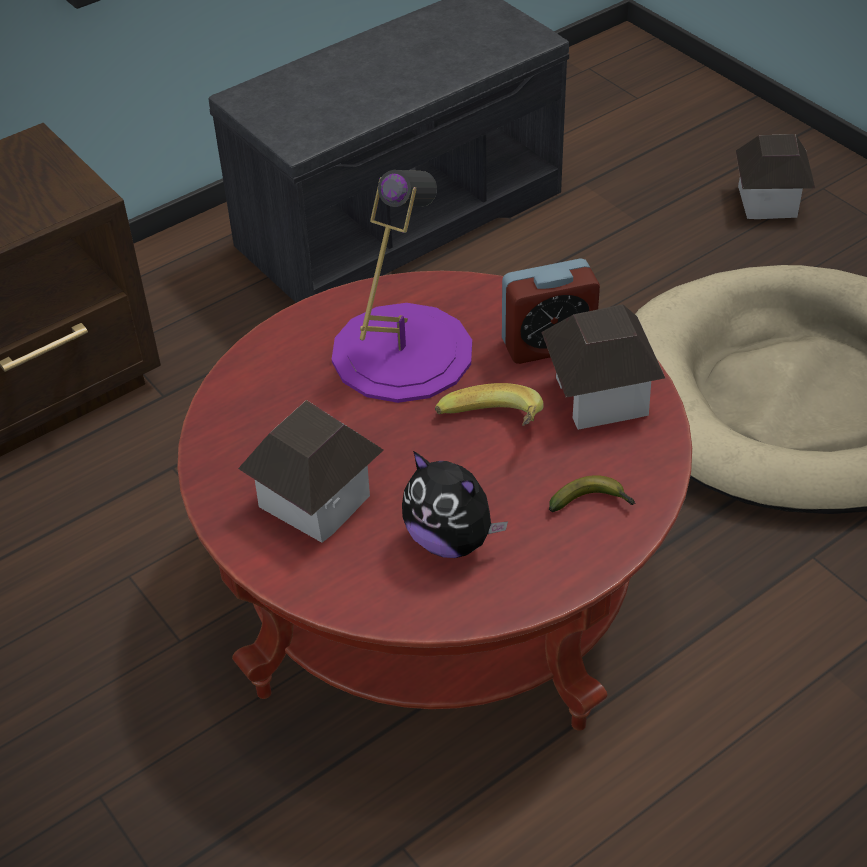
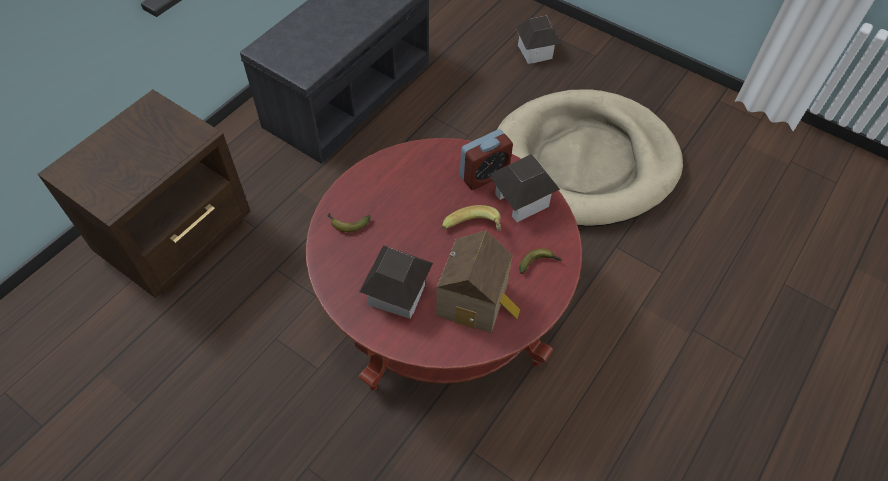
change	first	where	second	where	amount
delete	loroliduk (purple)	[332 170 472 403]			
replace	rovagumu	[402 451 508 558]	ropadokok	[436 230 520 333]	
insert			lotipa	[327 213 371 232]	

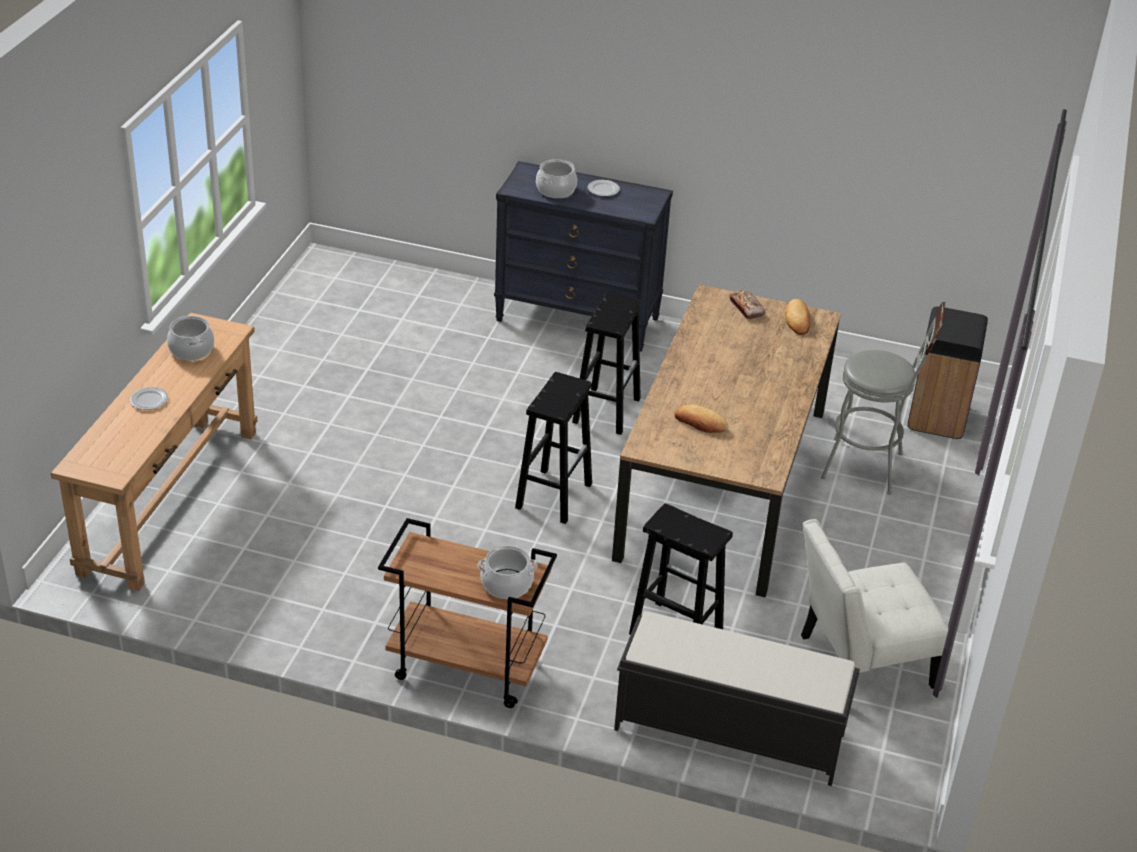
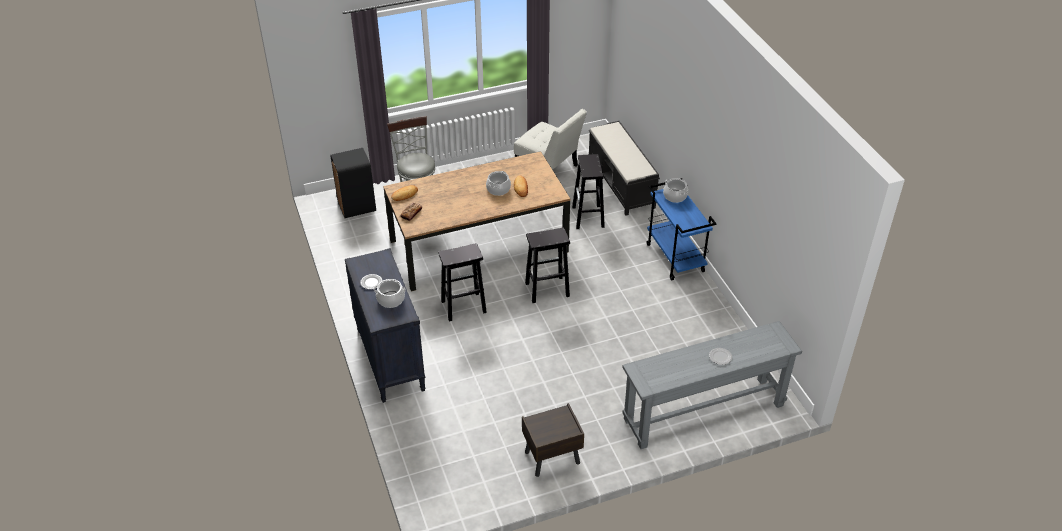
change	first	where	second	where	amount
recolor	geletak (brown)	[51 313 257 591]	geletak (grey)	[622 321 802 449]	
move	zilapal	[167 316 214 361]		[486 171 511 196]	
recolor	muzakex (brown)	[378 518 557 708]	muzakex (blue)	[647 178 716 280]	
insert			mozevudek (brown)	[522 403 584 477]	

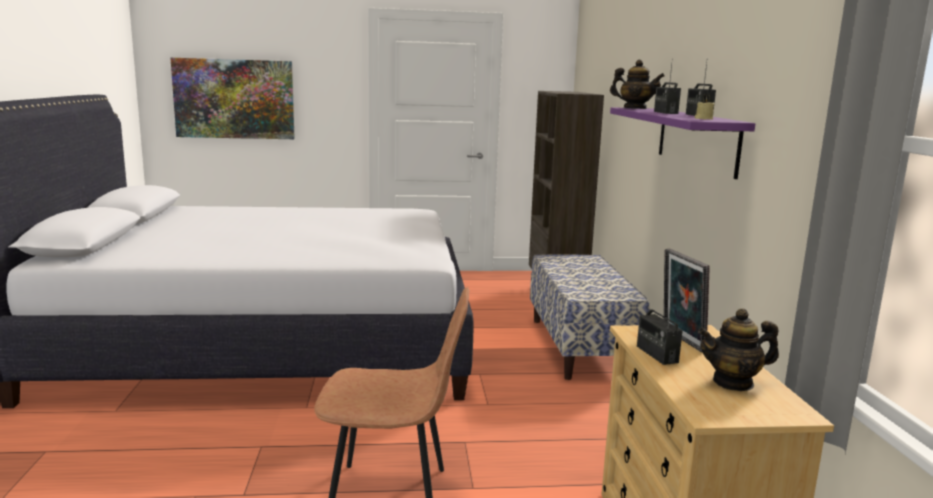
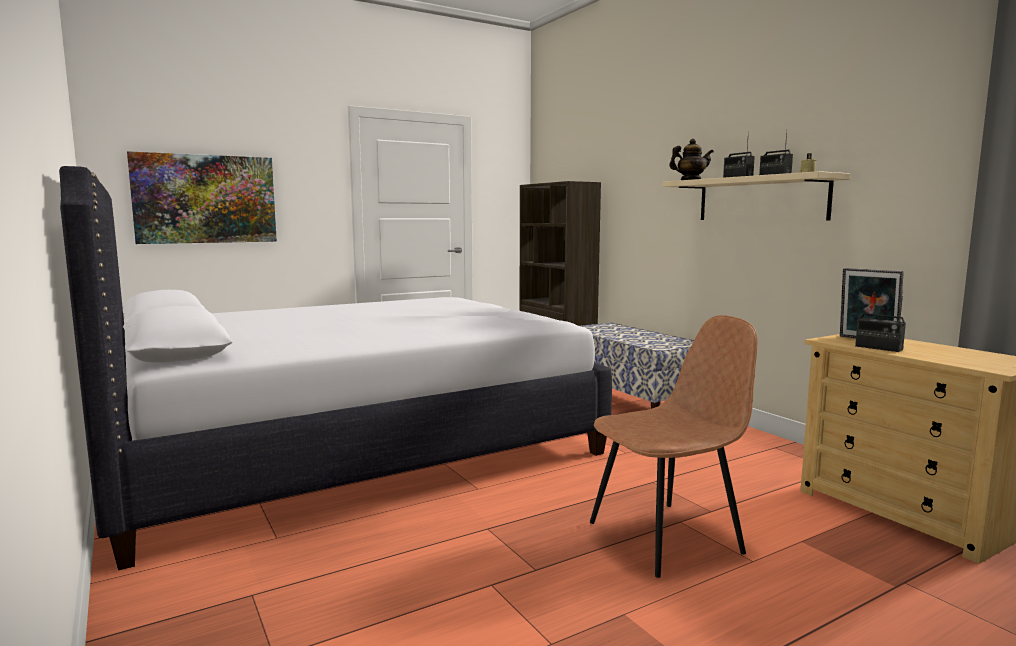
change	first	where	second	where	amount
recolor	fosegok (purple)	[610 107 755 179]	fosegok (beige)	[662 171 851 221]	
delete	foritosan	[698 308 779 391]			

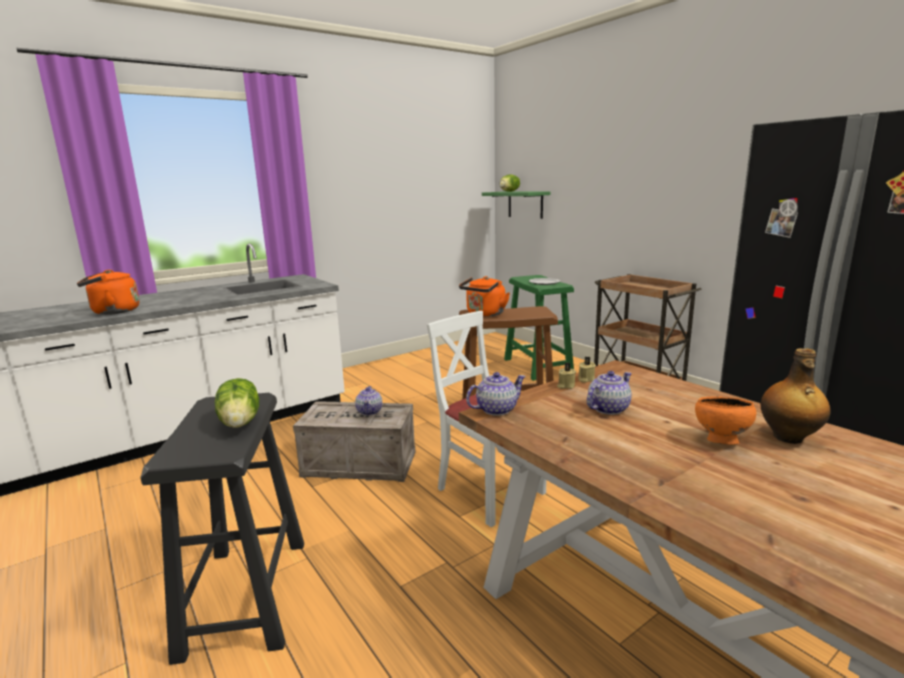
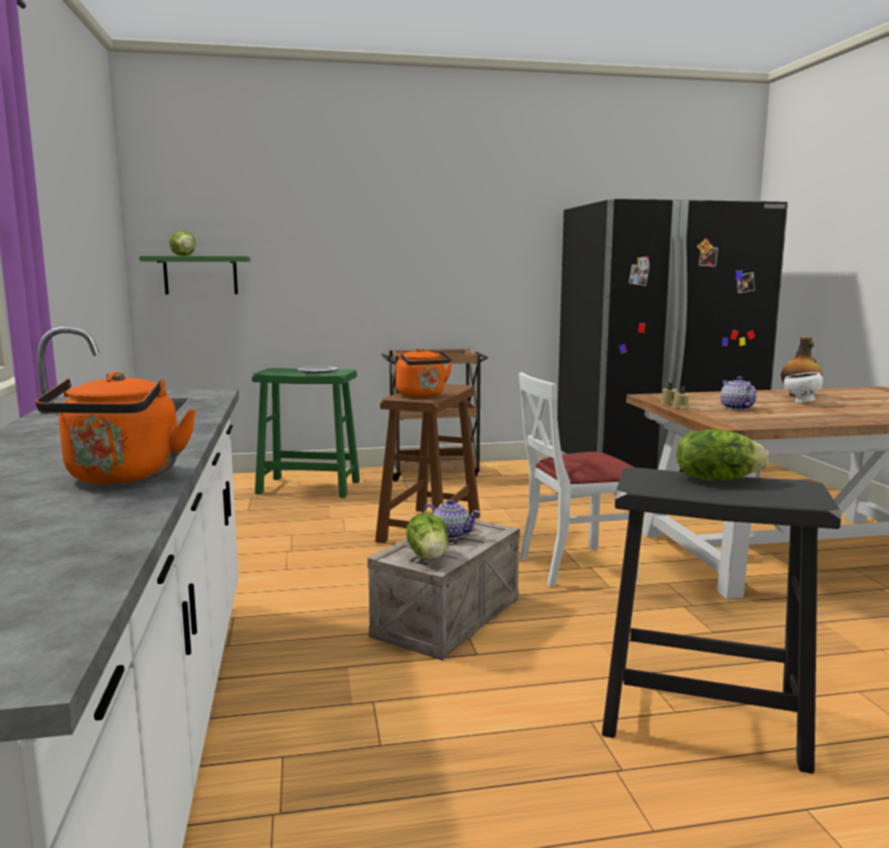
change	first	where	second	where	amount
delete	foritosan	[466 372 526 416]			
recolor	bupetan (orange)	[695 397 756 445]	bupetan (white)	[784 372 823 403]	
insert			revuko	[406 513 448 559]	

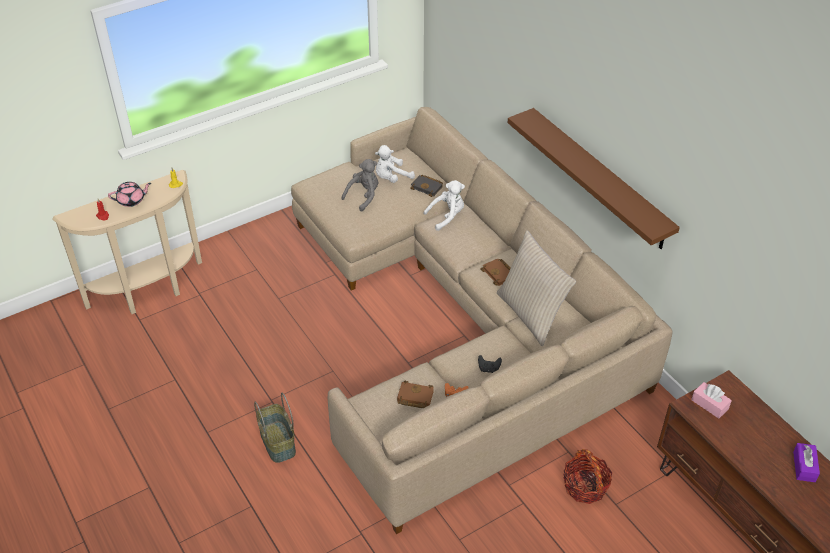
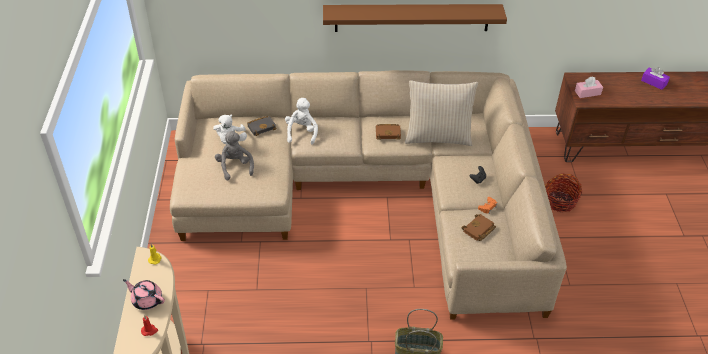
change	first	where	second	where	amount
rotate	foritosan (pink)	[108 182 151 207]		[123 279 165 310]	75 degrees counterclockwise

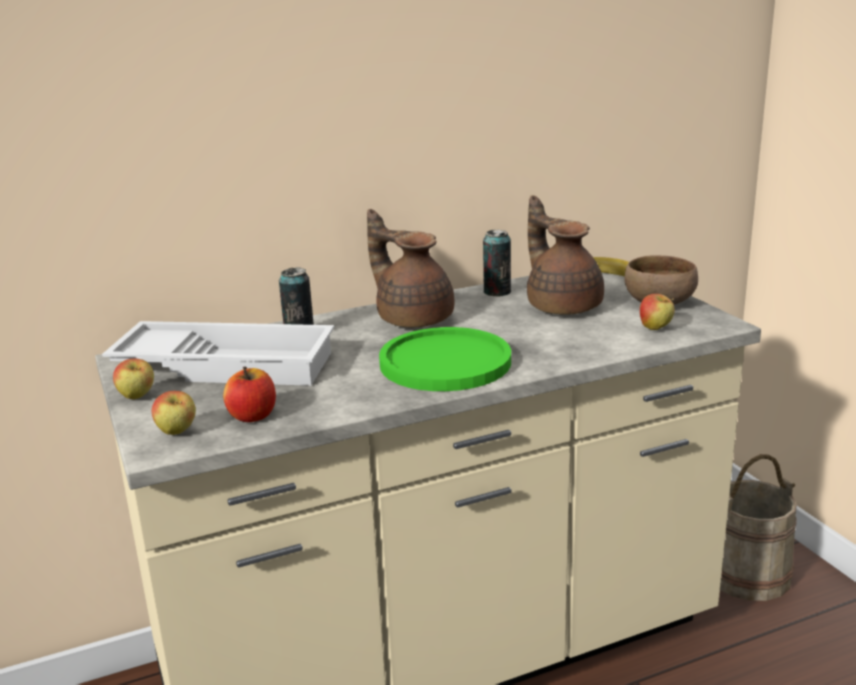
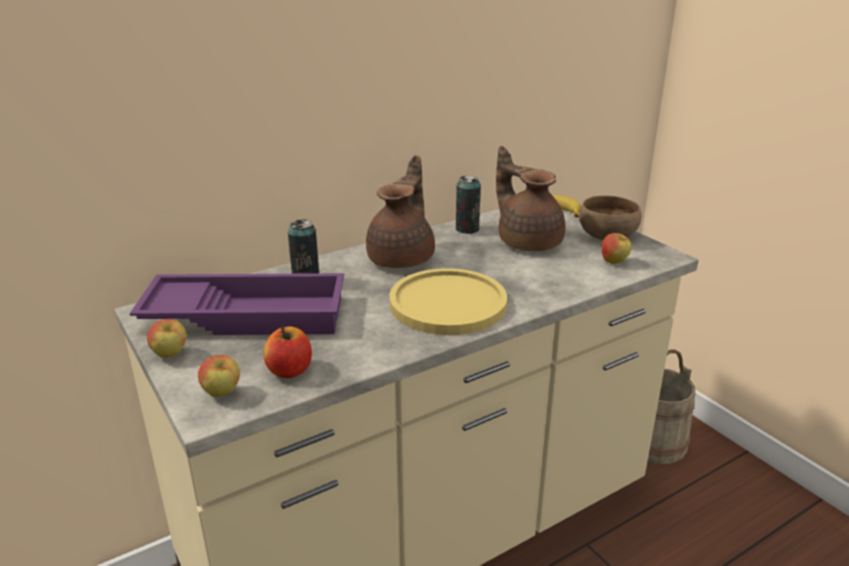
change	first	where	second	where	amount
rotate	foritosan (brown)	[367 209 455 327]		[366 155 435 268]	75 degrees clockwise
recolor	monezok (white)	[102 321 334 386]	monezok (purple)	[130 273 344 335]	
recolor	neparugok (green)	[379 327 511 391]	neparugok (yellow)	[390 268 507 335]	

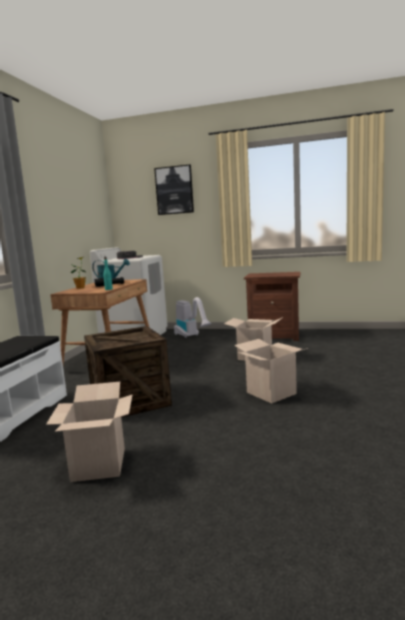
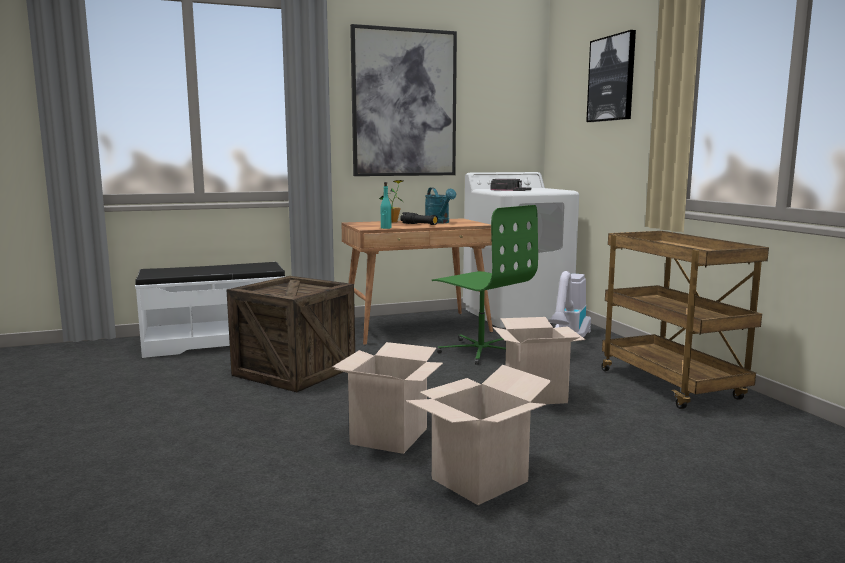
change	first	where	second	where	amount
replace	mozevudek (brown)	[244 272 301 341]	muzakex (brown)	[601 231 769 409]	
move	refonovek	[46 382 132 482]		[405 365 552 505]	
insert			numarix	[350 24 457 176]	
insert			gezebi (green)	[432 205 538 365]	

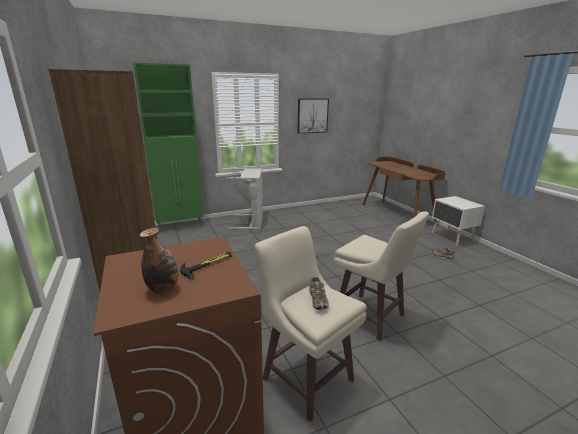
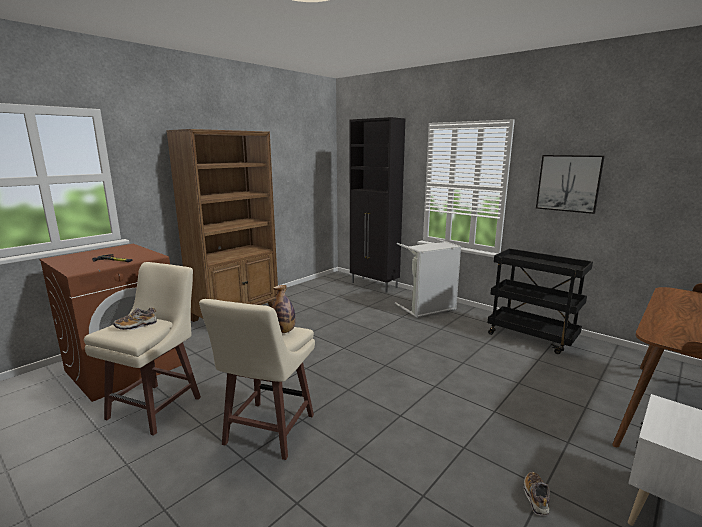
change	first	where	second	where	amount
recolor	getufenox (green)	[133 63 203 232]	getufenox (black)	[350 117 405 293]	
move	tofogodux	[139 228 178 293]		[272 285 296 333]	
insert			muzakex (black)	[488 248 593 354]	

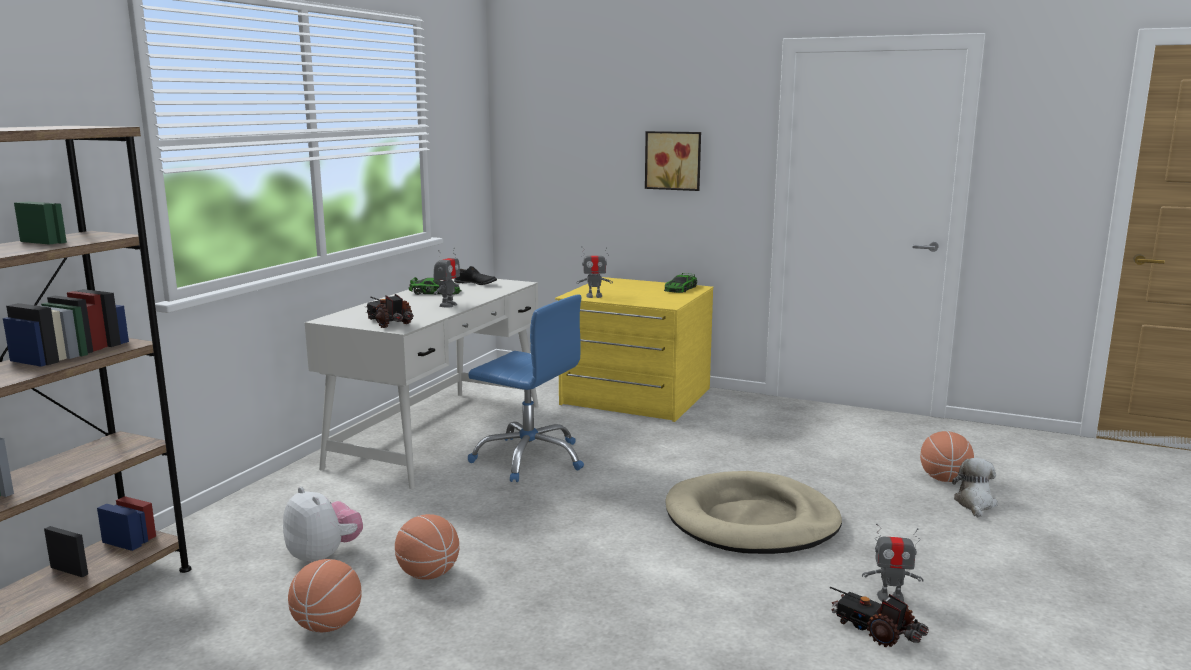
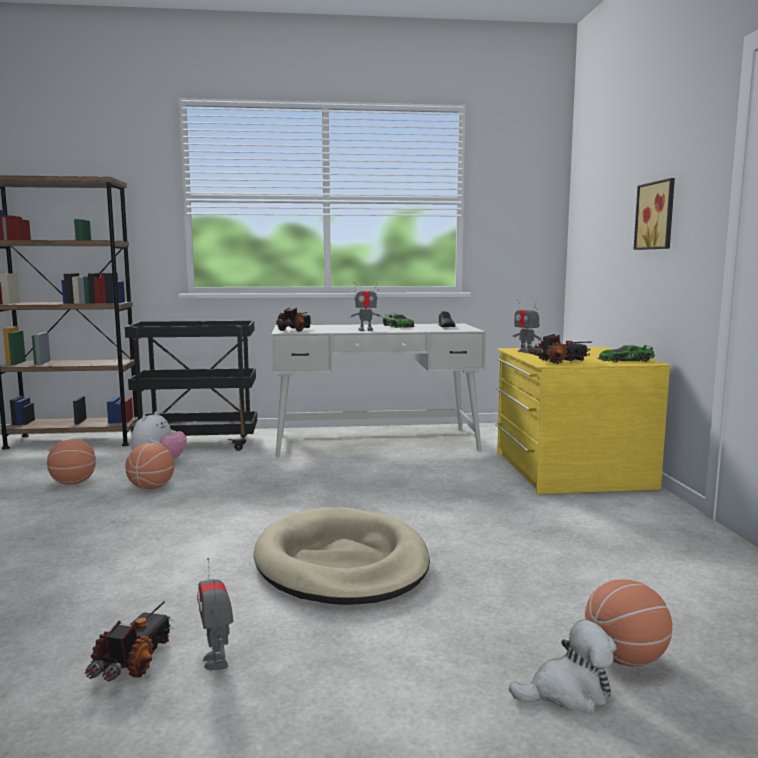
change	first	where	second	where	amount
delete	gezebi (blue)	[468 295 584 482]			
insert			muzakex (black)	[125 321 257 451]	
insert			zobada	[528 334 592 364]	

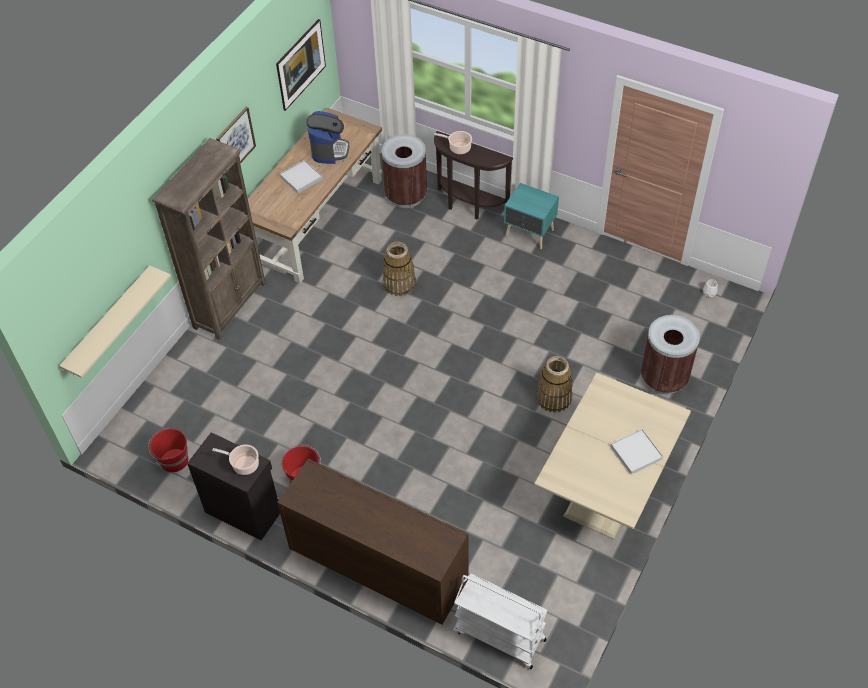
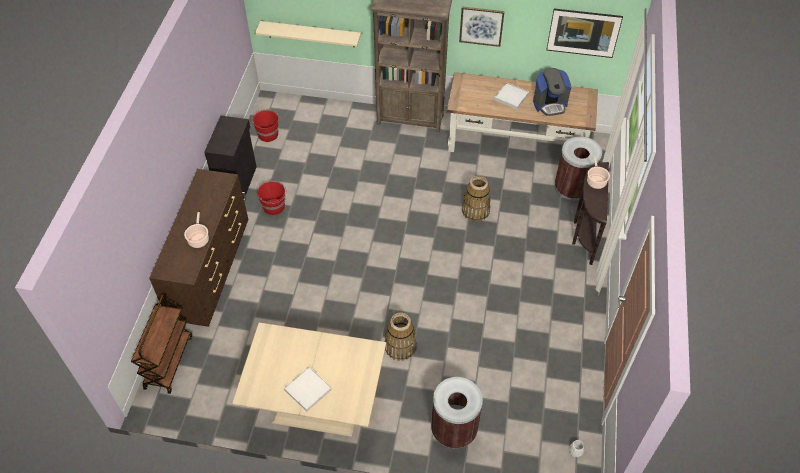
change	first	where	second	where	amount
delete	mozevudek (turquoise)	[504 183 559 249]			
move	zilapal	[212 445 259 475]		[184 212 209 248]	
recolor	muzakex (white)	[454 574 548 669]	muzakex (brown)	[131 295 192 394]	

